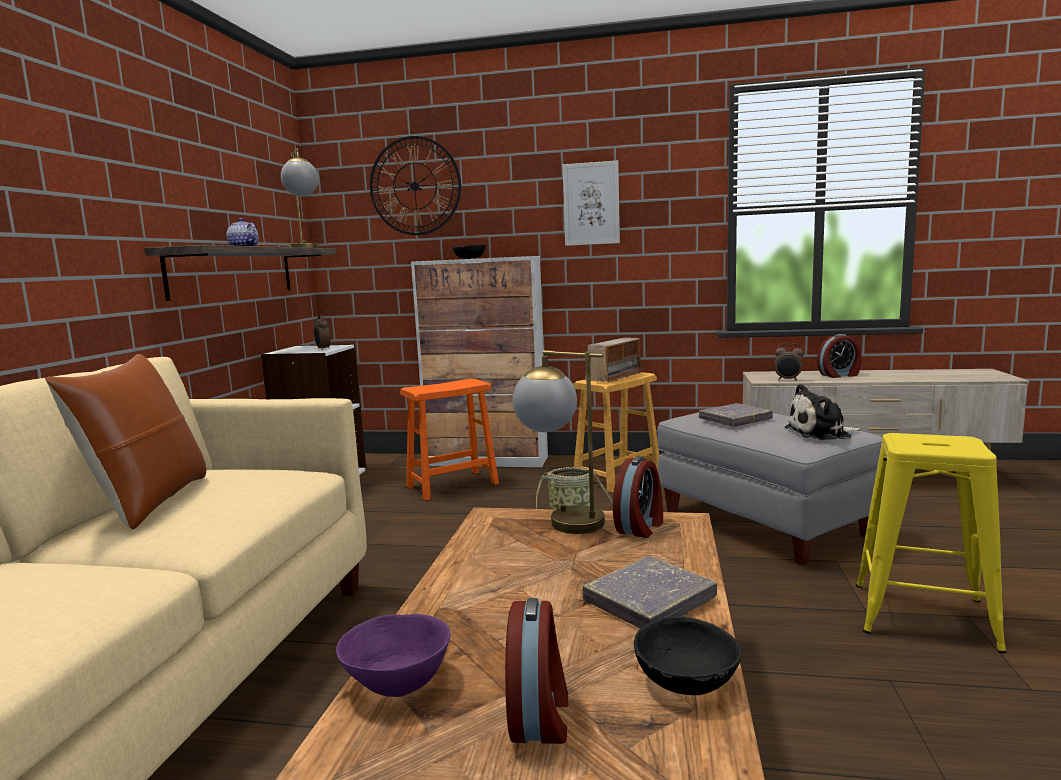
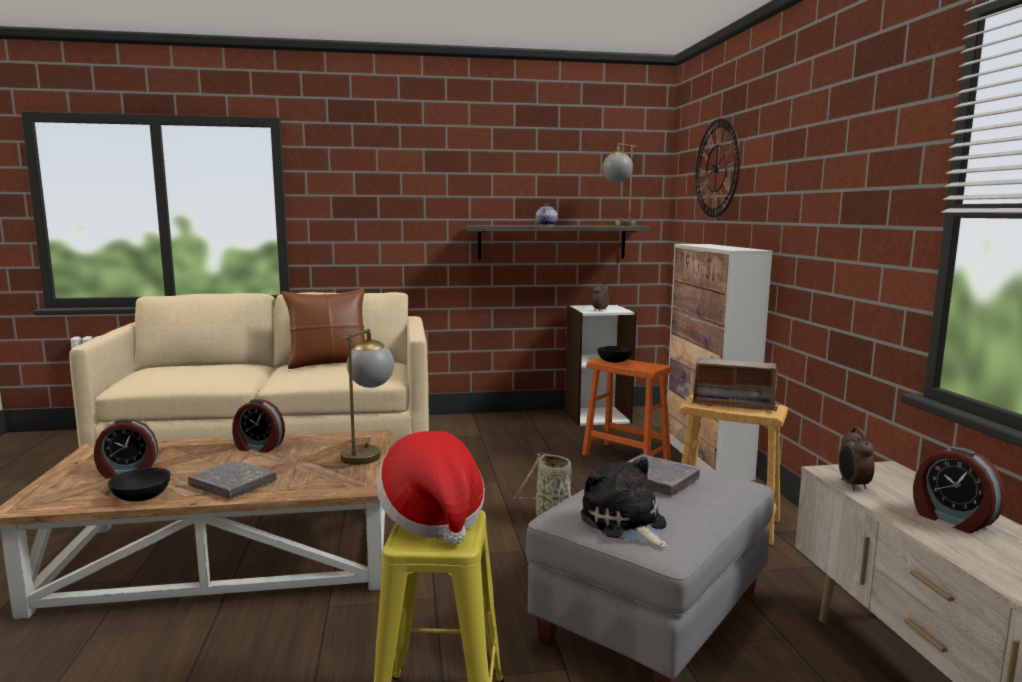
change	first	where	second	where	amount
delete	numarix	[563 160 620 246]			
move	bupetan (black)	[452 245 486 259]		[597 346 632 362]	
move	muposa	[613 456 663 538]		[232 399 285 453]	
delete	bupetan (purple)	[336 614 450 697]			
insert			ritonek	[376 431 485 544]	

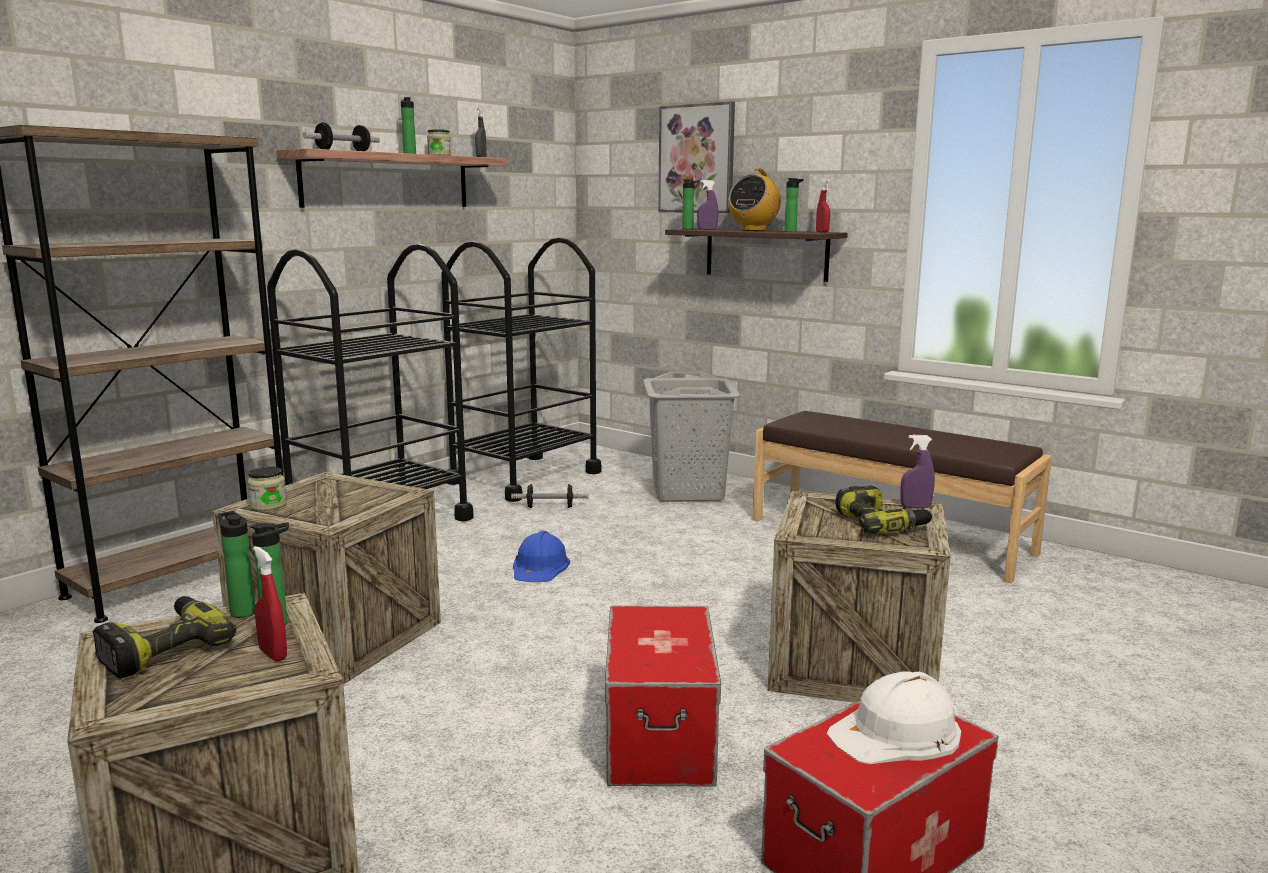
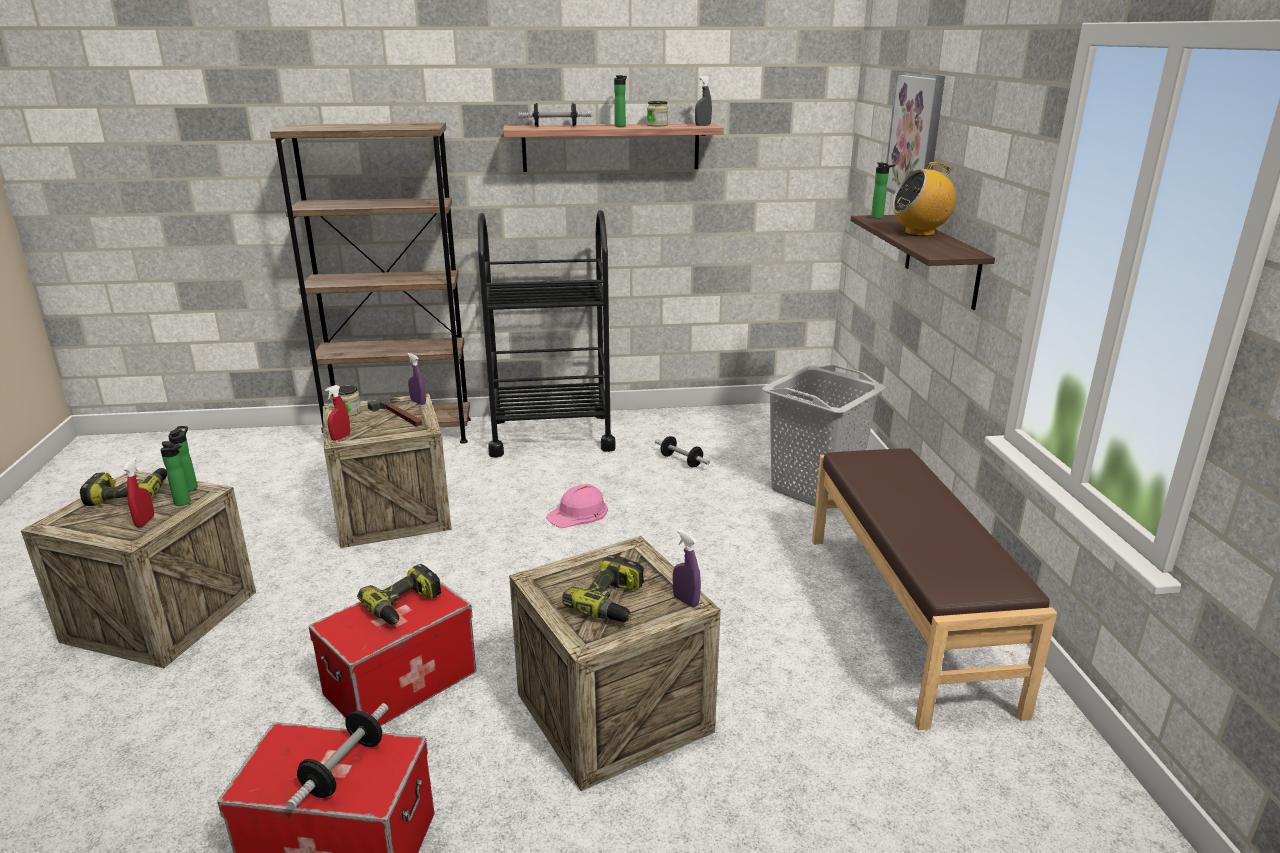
change	first	where	second	where	amount
delete	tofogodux	[784 178 804 232]			
move	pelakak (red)	[816 179 830 233]		[325 385 350 441]	
move	pelakak (purple)	[697 180 718 230]		[407 353 426 405]	
delete	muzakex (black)	[441 237 601 502]			
recolor	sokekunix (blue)	[513 531 570 582]	sokekunix (pink)	[546 484 608 528]	
replace	sokekunix (white)	[827 671 961 764]	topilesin	[287 703 389 809]	
insert			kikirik	[367 397 422 427]	
insert			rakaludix	[357 564 441 624]	

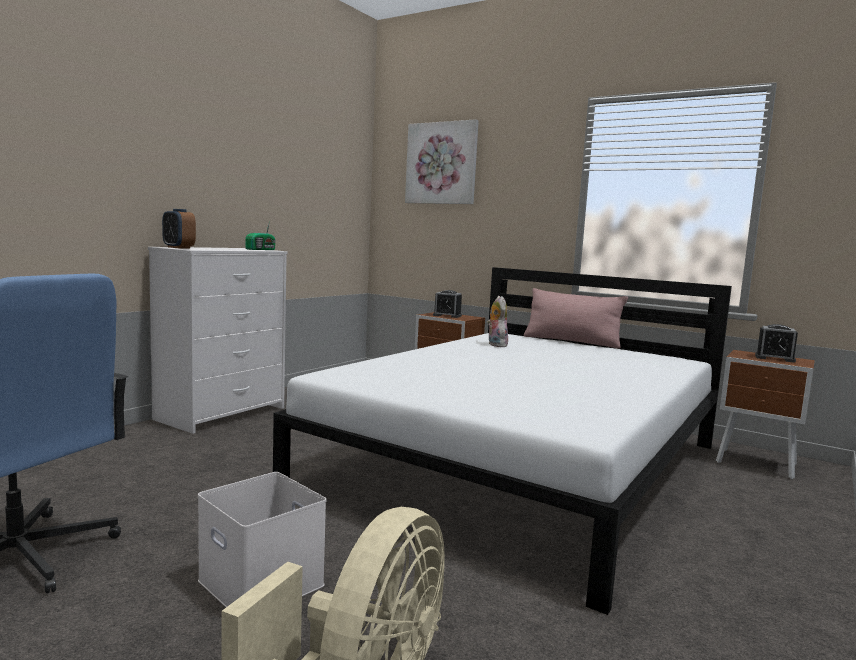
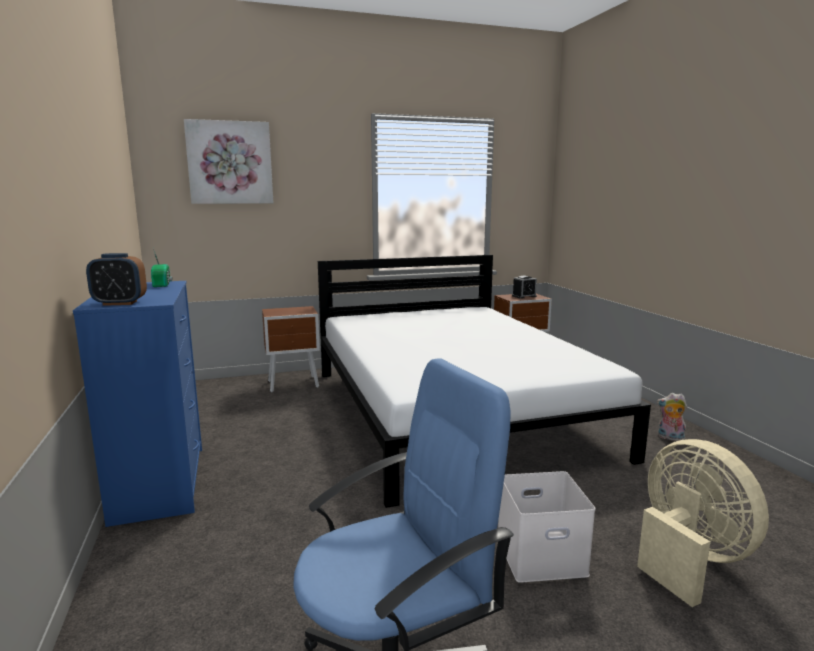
change	first	where	second	where	amount
recolor	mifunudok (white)	[148 247 288 434]	mifunudok (blue)	[73 281 202 527]	
delete	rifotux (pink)	[524 288 628 349]			
delete	muposa	[433 290 462 318]			
move	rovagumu	[487 296 508 347]		[657 393 687 441]	

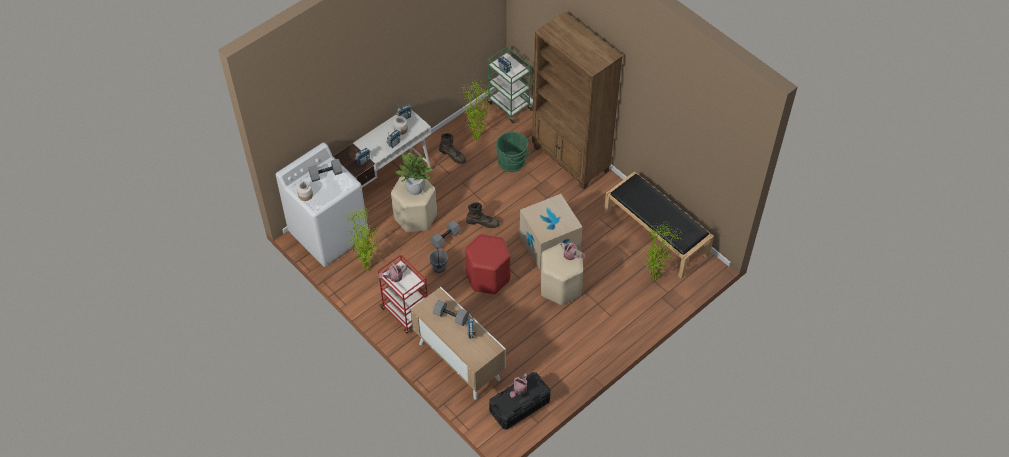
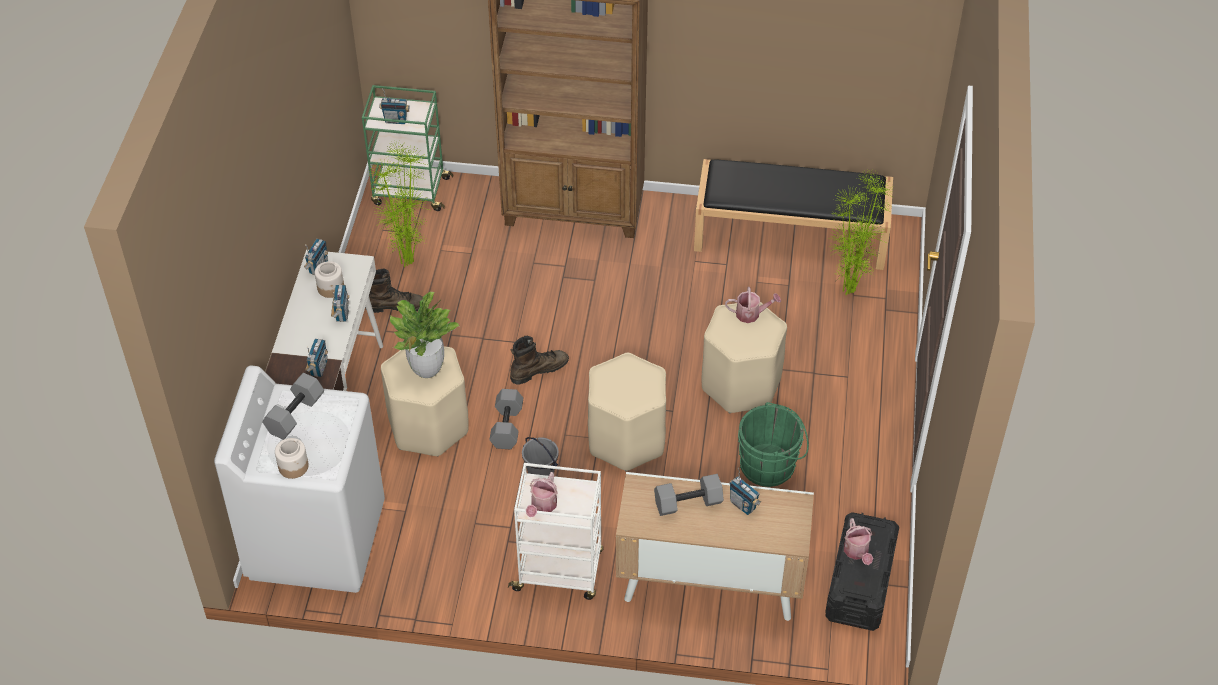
change	first	where	second	where	amount
move	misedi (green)	[496 132 532 172]		[738 402 809 487]	
delete	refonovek	[520 194 583 270]			
delete	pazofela	[346 206 381 270]			
recolor	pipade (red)	[465 234 510 294]	pipade (beige)	[588 353 666 472]	
recolor	muzakex (red)	[378 254 428 333]	muzakex (white)	[508 463 604 600]	

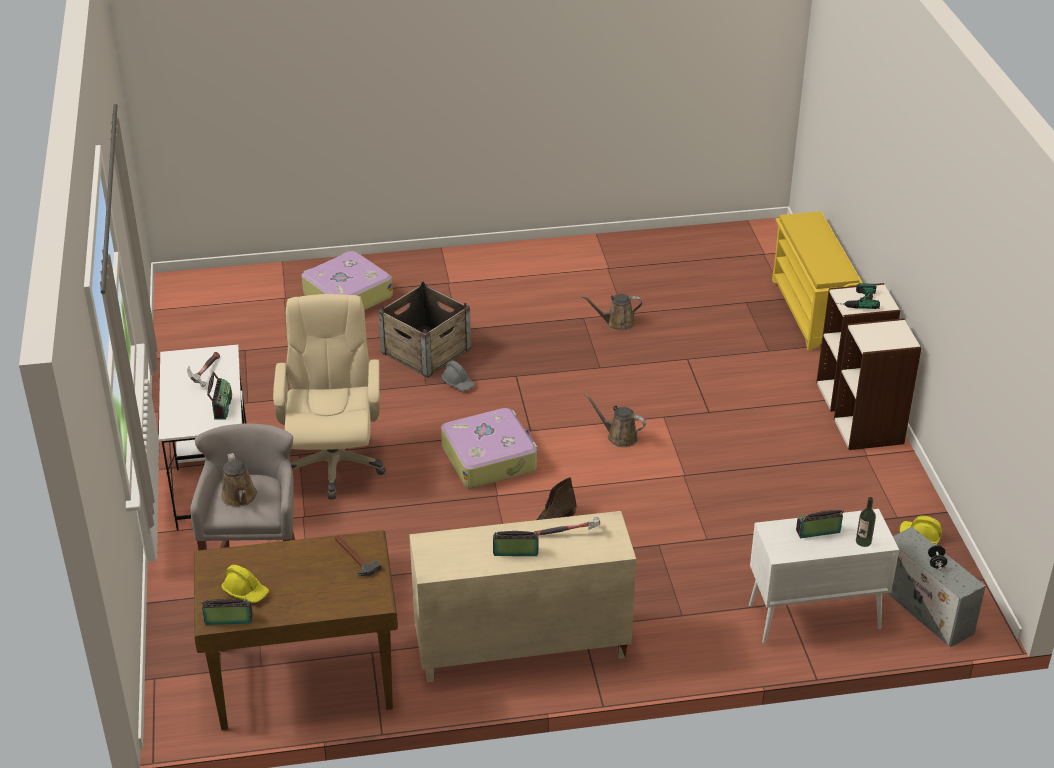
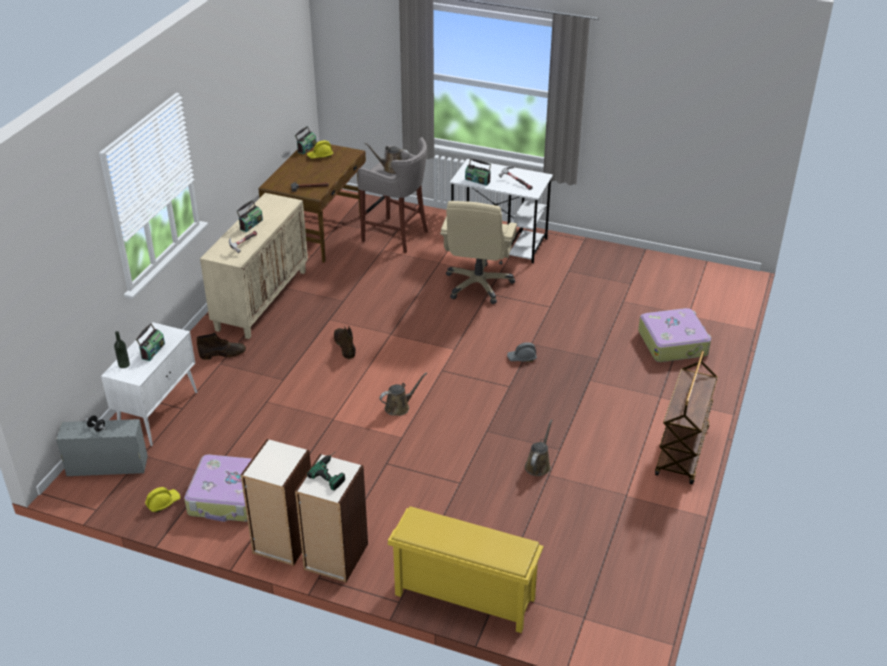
change	first	where	second	where	amount
delete	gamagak	[378 282 471 378]			
rotate	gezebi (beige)	[273 294 386 500]		[440 201 517 304]	75 degrees clockwise
move	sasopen	[441 408 537 488]		[184 454 252 522]	
insert			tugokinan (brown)	[196 332 246 360]	
insert			muzakex (brown)	[655 350 718 484]	

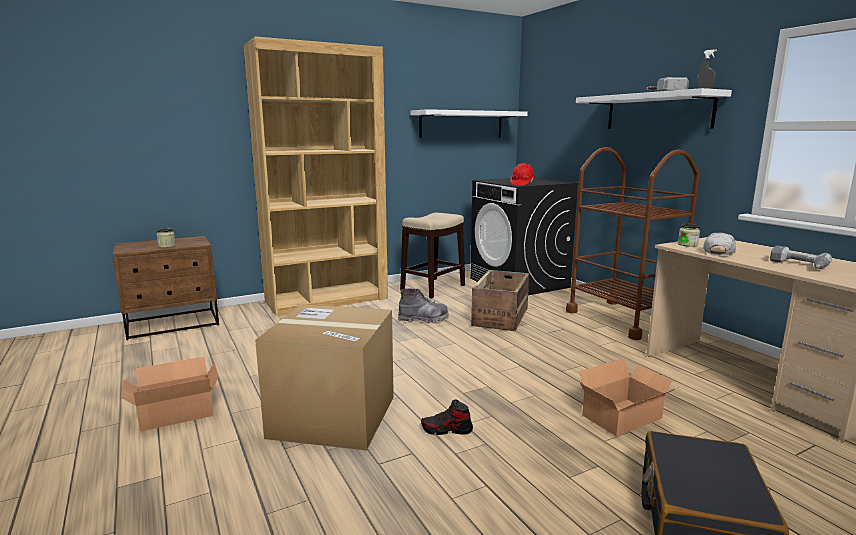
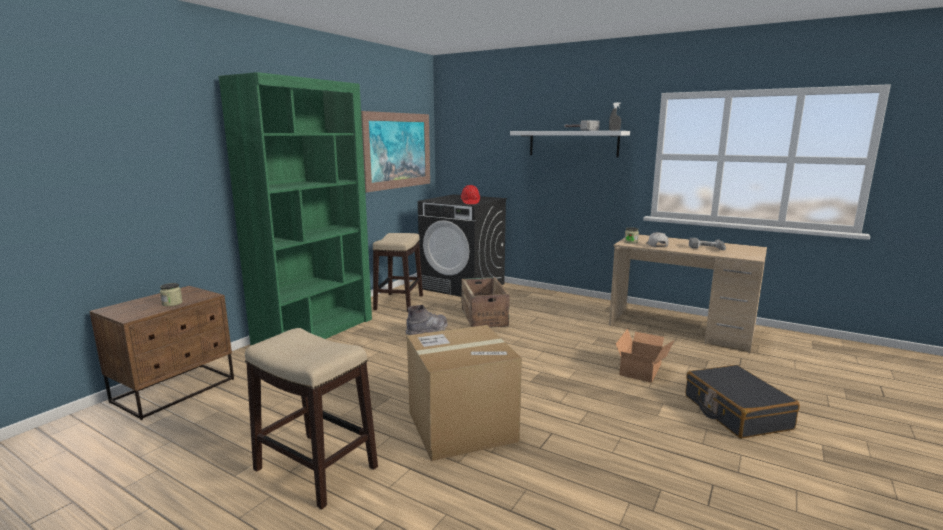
change	first	where	second	where	amount
recolor	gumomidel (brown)	[244 37 388 316]	gumomidel (green)	[218 72 372 346]	
replace	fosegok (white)	[411 109 528 138]	numarix	[361 111 430 192]	
delete	muzakex (brown)	[566 147 700 340]			
replace	refonovek	[121 356 218 432]	pipade	[245 328 378 509]	
delete	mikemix	[421 399 473 435]			

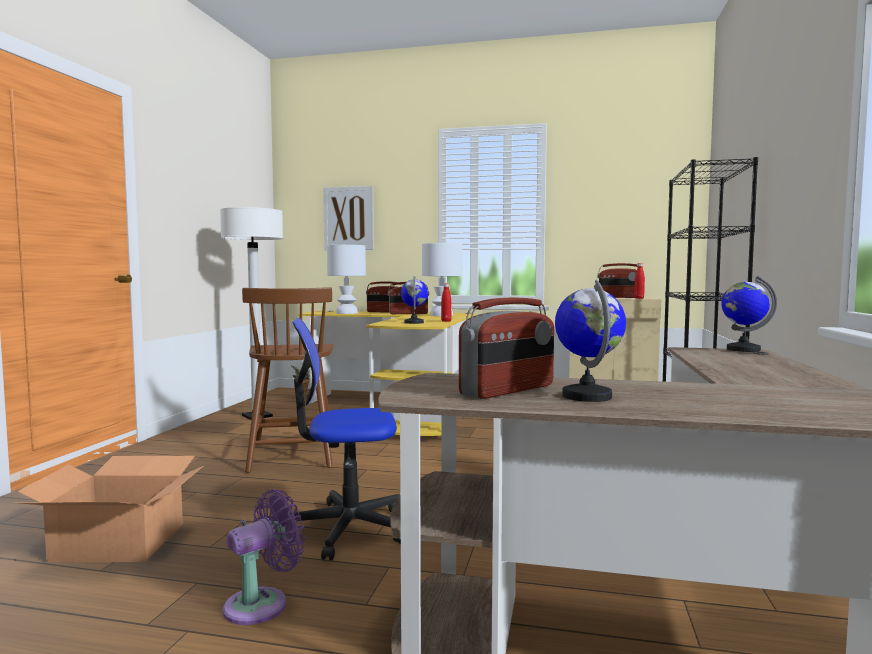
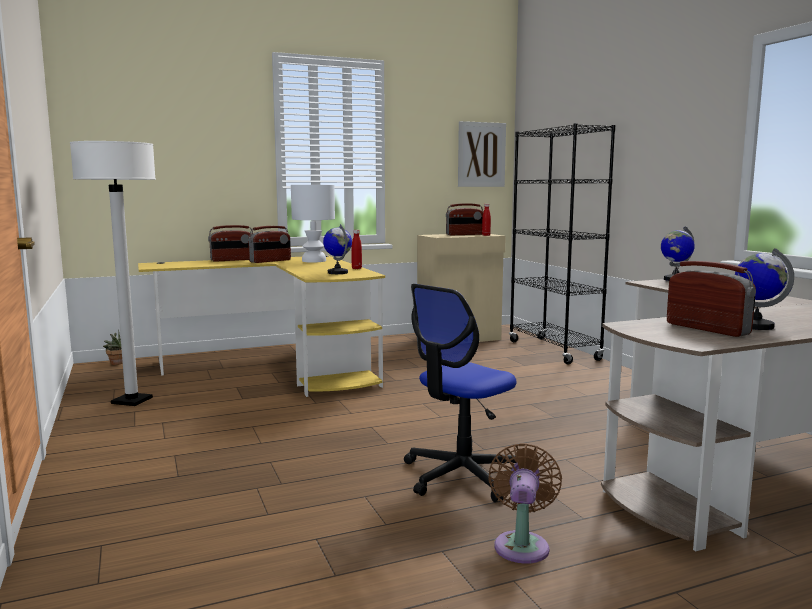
change	first	where	second	where	amount
move	numarix	[323 186 374 250]		[458 121 506 187]	
delete	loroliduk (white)	[327 245 366 314]			
delete	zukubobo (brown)	[242 287 333 473]			
rotate	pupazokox	[459 298 554 399]		[667 261 756 337]	45 degrees counterclockwise
delete	refonovek	[15 456 203 562]			
recolor	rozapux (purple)	[223 489 305 625]	rozapux (brown)	[488 443 562 564]	

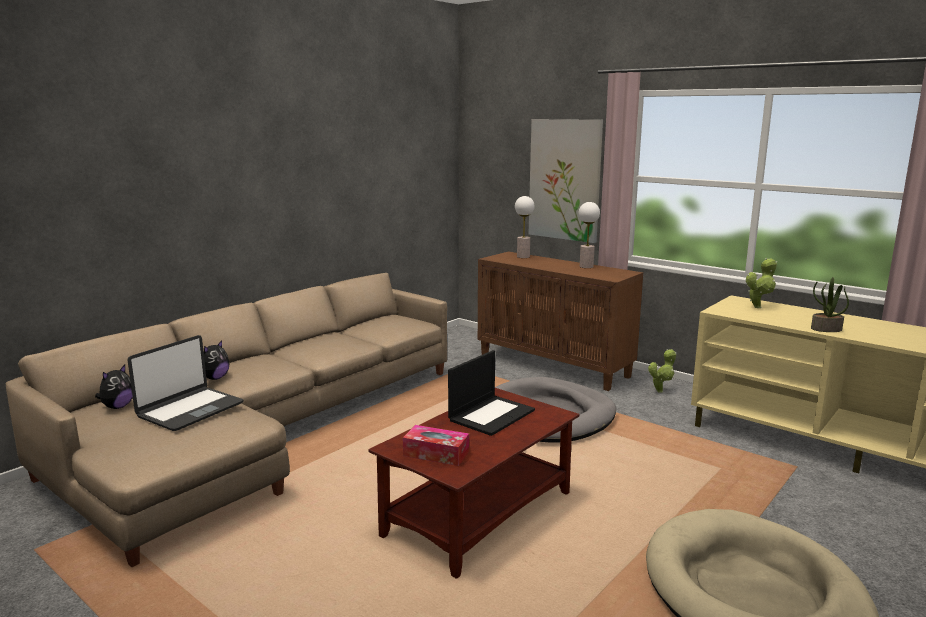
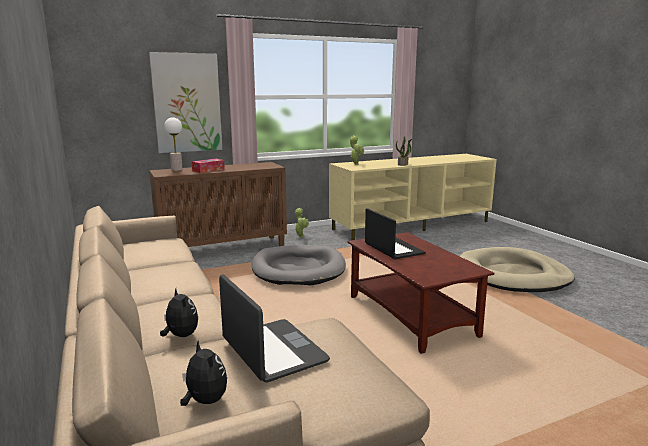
change	first	where	second	where	amount
delete	loroliduk	[579 202 600 268]			
move	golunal	[403 425 469 466]		[192 159 225 173]	

